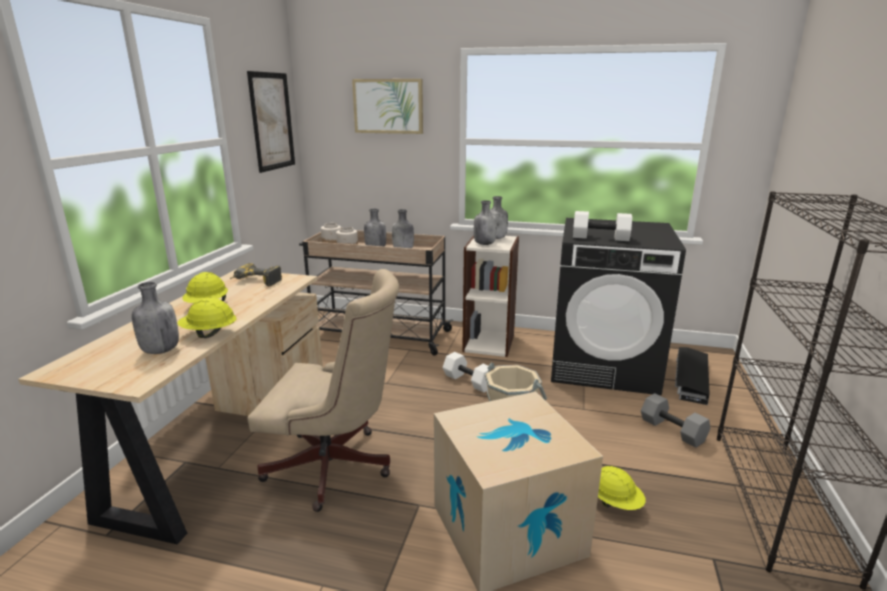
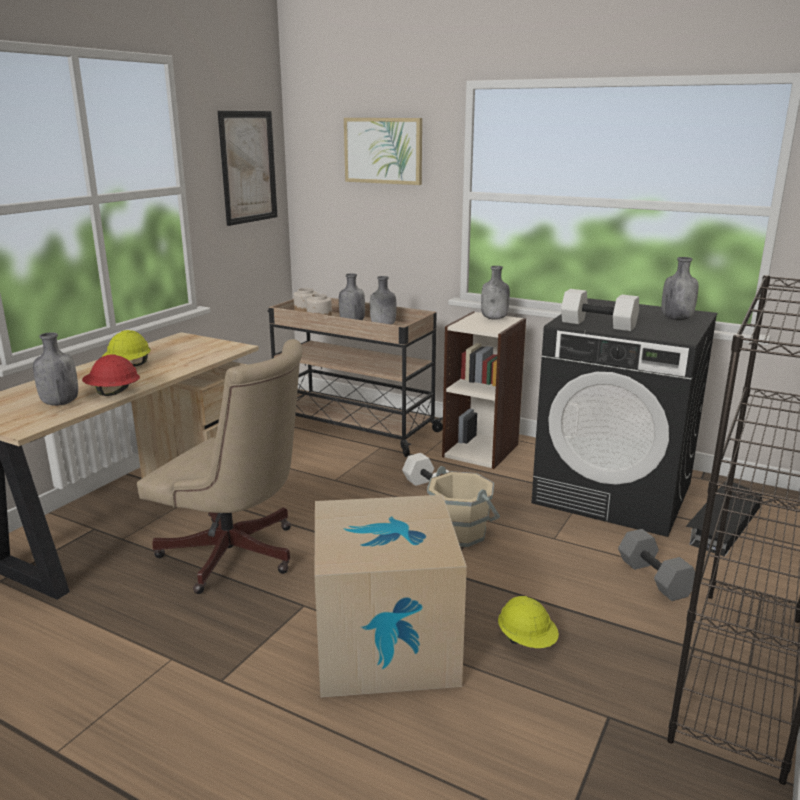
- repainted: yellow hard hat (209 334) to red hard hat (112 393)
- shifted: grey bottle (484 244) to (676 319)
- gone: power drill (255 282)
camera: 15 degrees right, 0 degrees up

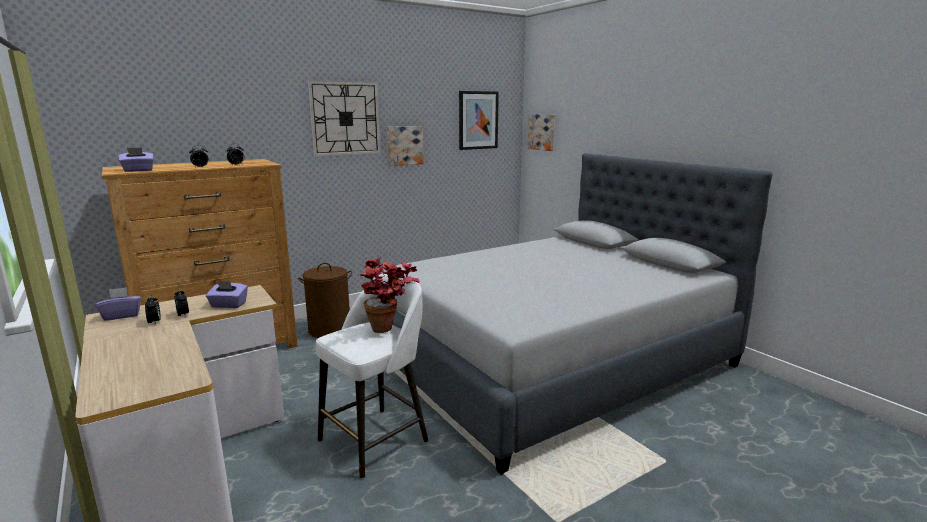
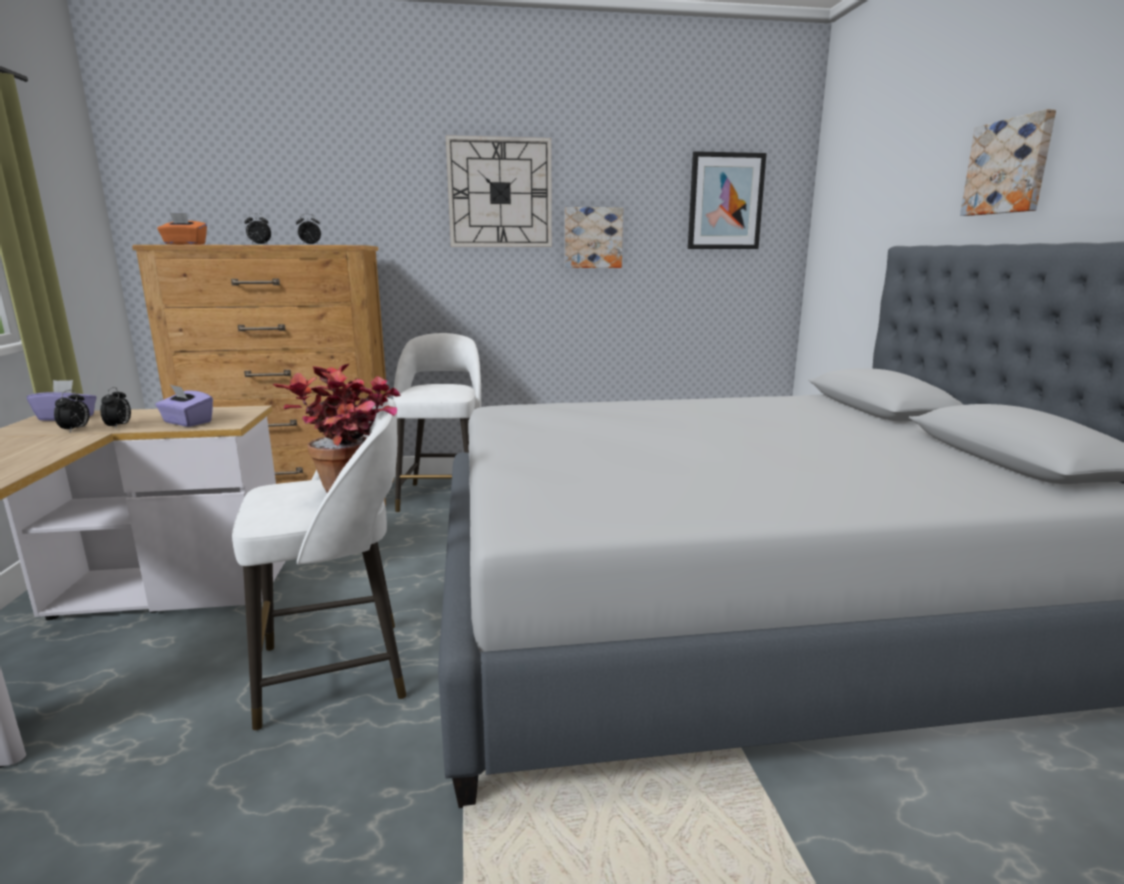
- repainted: purple tissue box (138 170) to orange tissue box (185 244)
- swapped: brown laundry basket (330 330) to white stool (443 496)
- shifted: picture (542 132) to (1009 167)
camera: 25 degrees right, 0 degrees up

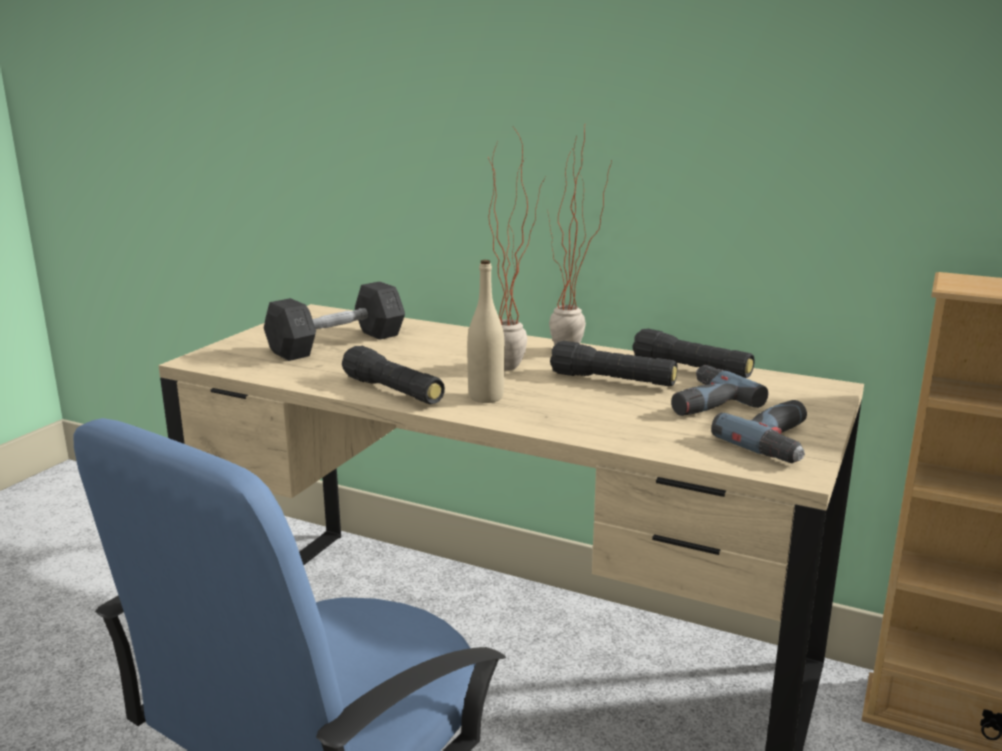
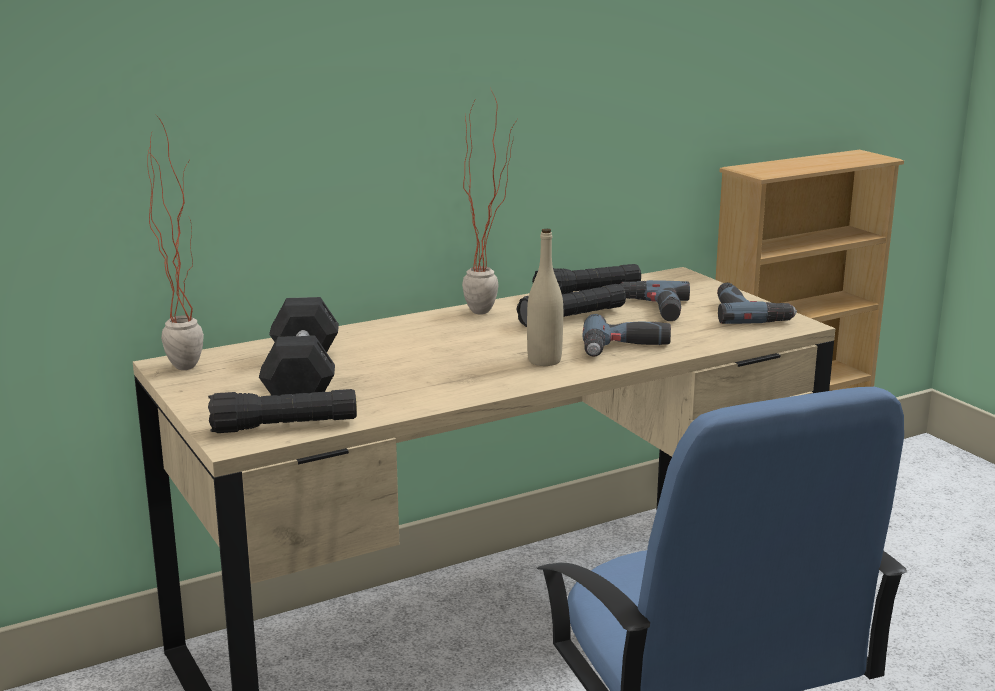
- shifted: potted plant (516 365) to (186 363)
- shifted: black flashlight (393 392) to (284 426)
- new: power drill (625 348)
camera: 55 degrees left, 0 degrees up

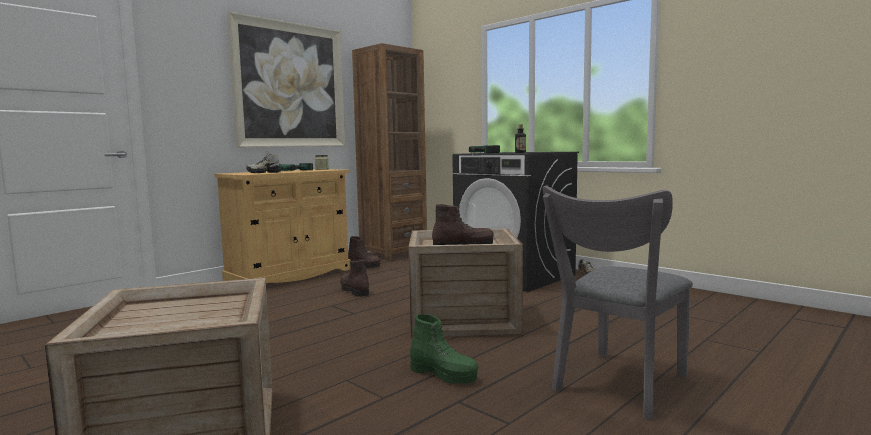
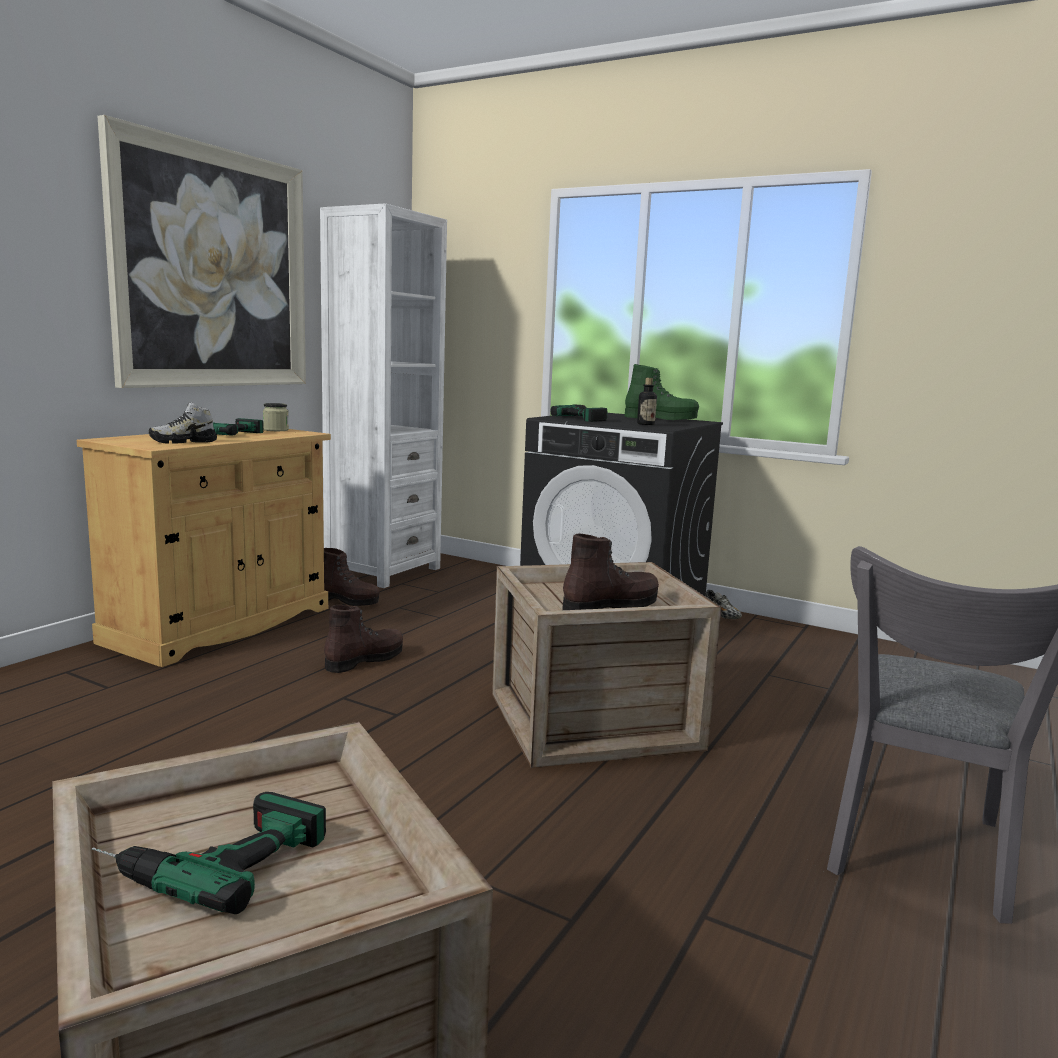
- new: power drill (209 856)
- repainted: brown bookcase (393 253) to white bookcase (383 571)
- rotated: brown boot (354 291) = (364 660) 90 degrees clockwise
- shifted: green boot (444 374) to (661 419)
camera: 15 degrees left, 5 degrees up

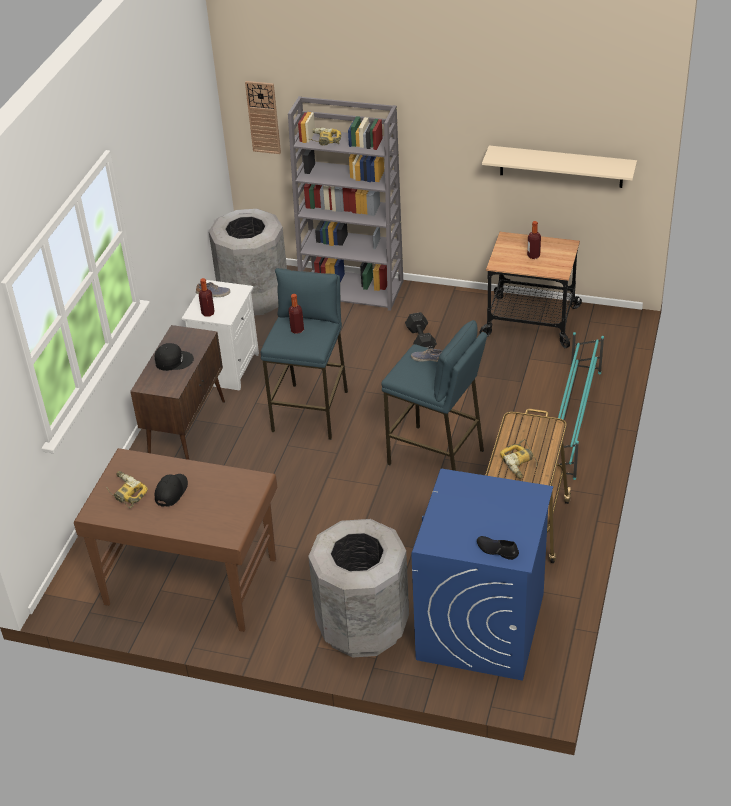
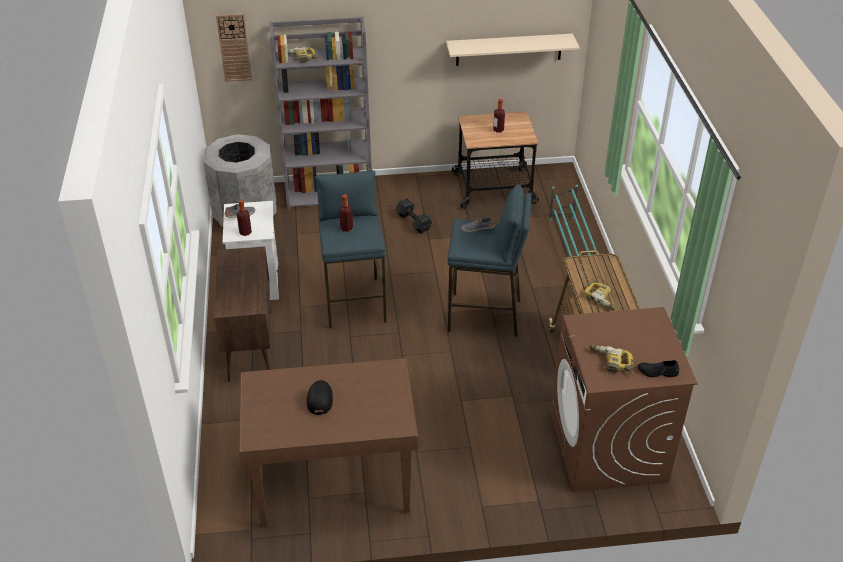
- repainted: blue washing machine (481 627) to brown washing machine (608 448)
- shifted: power drill (125 493) to (610 363)
- gone: black cap (173 360)
- gone: grey trash can (363 627)
camera: 25 degrees left, 0 degrees up

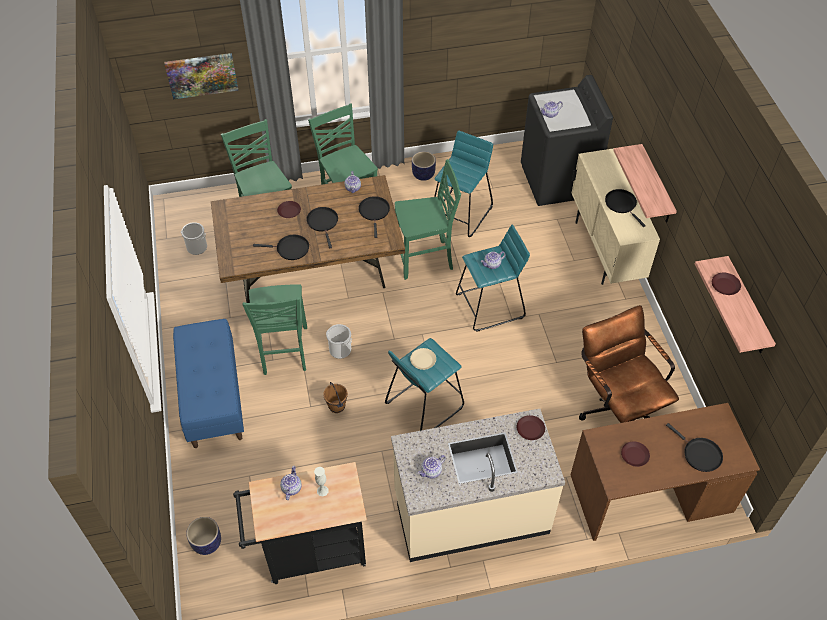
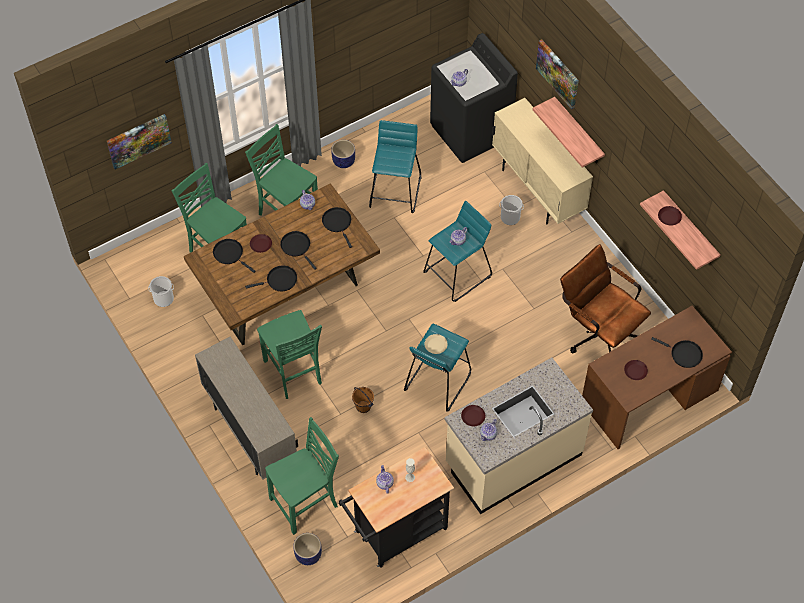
- swapped: blue bench (212 397) to beige cabinet (250 433)
- shifted: black frying pan (622 204) to (230 254)
- shifted: green chair (425 259) to (306 503)
- shifted: brown plate (530 429) to (472 417)
- shifted: bucket (340 350) to (510 217)
- new: picture (558 73)
camera: 20 degrees left, 5 degrees up

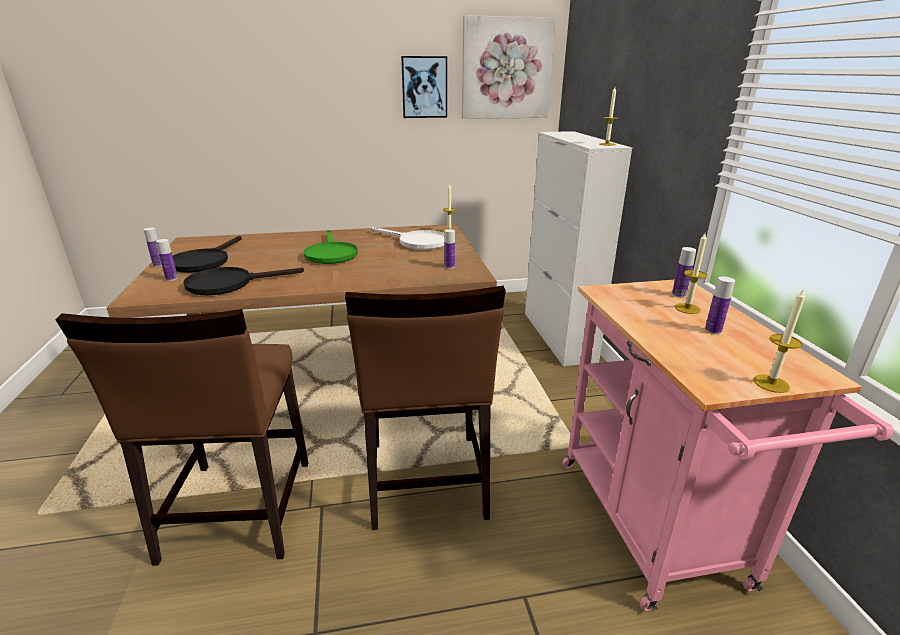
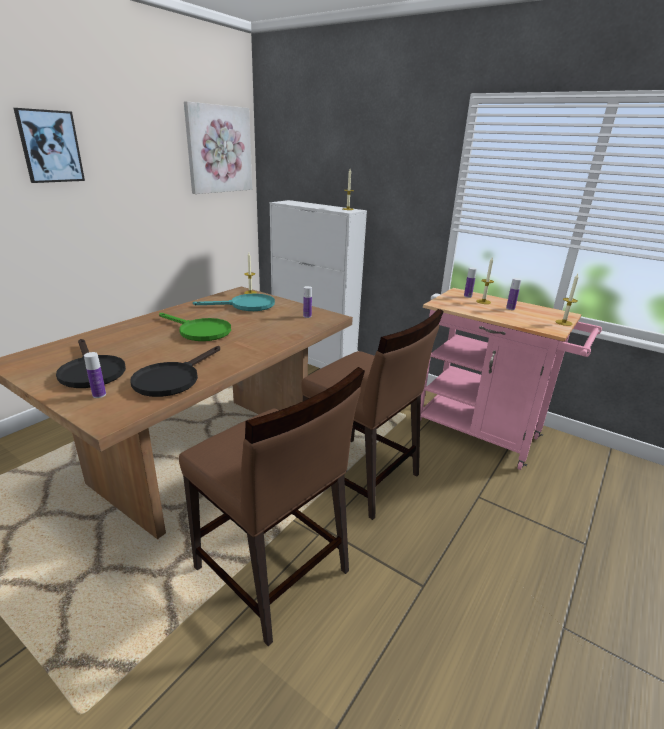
- shifted: picture (424 87) to (50 146)
- repainted: white frying pan (417 242) to turquoise frying pan (246 306)
- gone: bottle (158 265)
camera: 45 degrees left, 0 degrees up

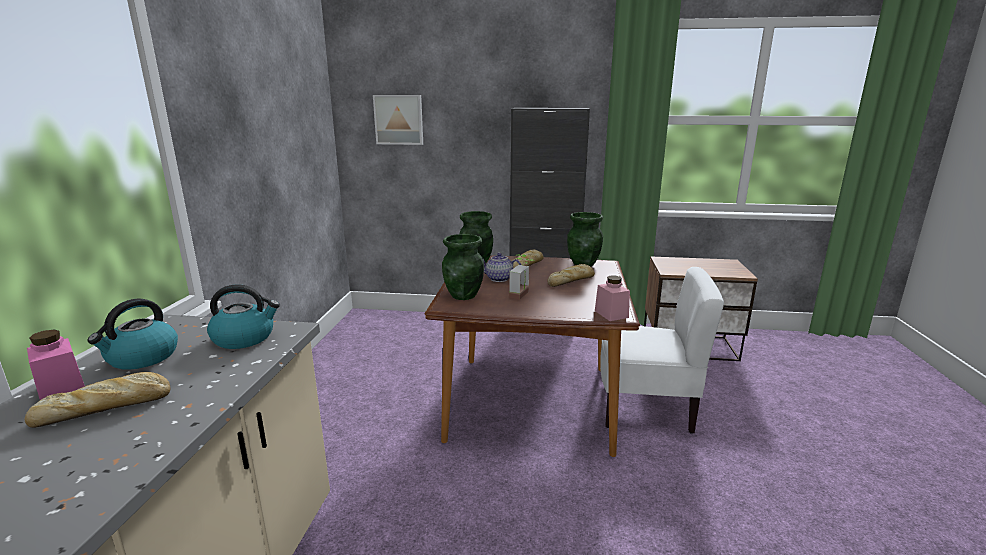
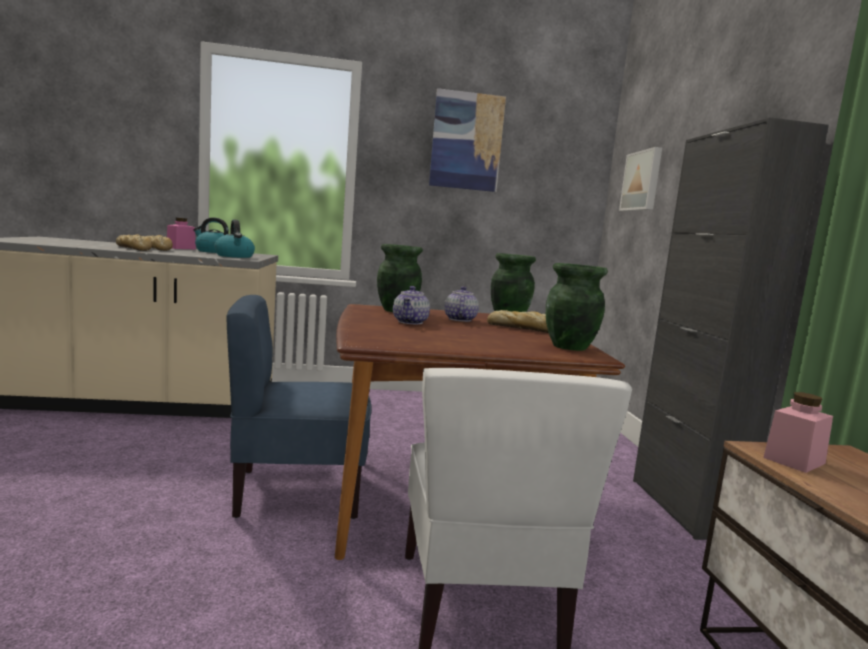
- shifted: bread (572 280) to (134 248)
- new: blue chair (297 492)
- swapped: potted plant (523 295) to teapot (410 322)
- new: picture (466 141)
- shifted: pink jar (611 314) to (794 460)
camera: 75 degrees right, 10 degrees down

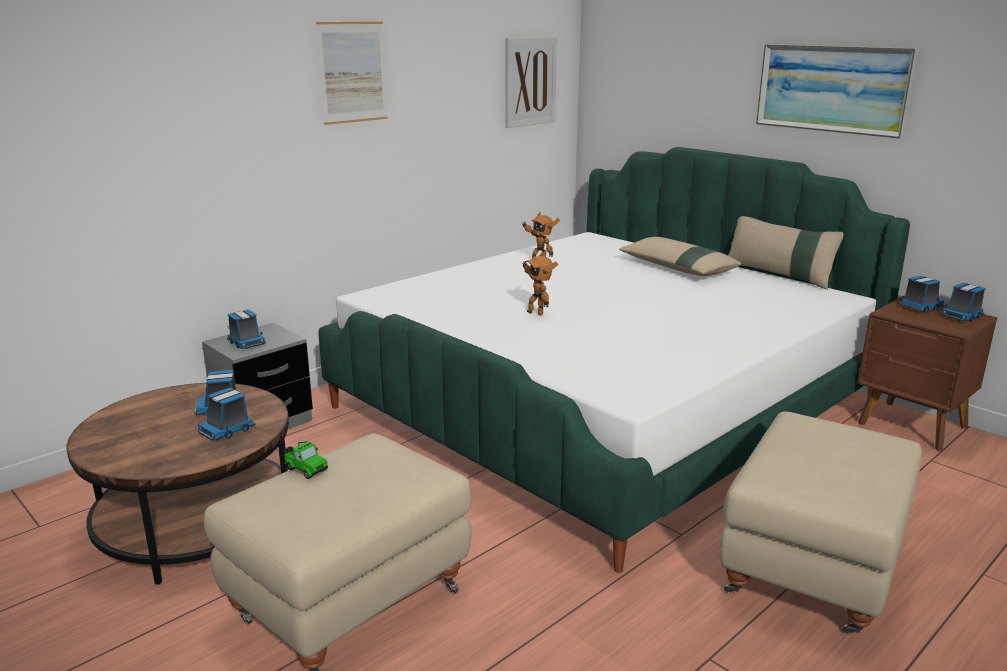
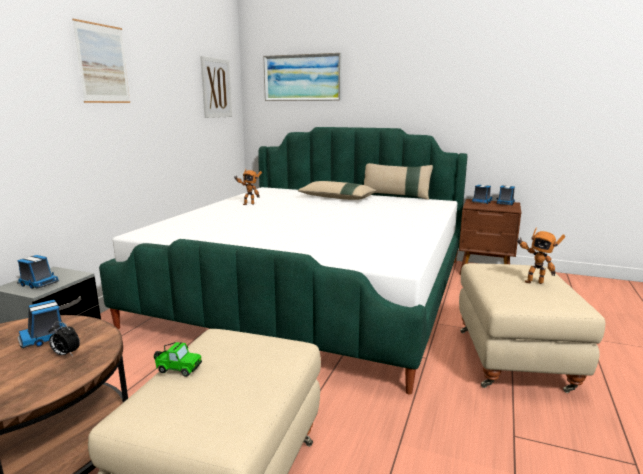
- swapped: toy truck (228 430) to alarm clock (65 354)
- shifted: picture (832 88) to (302 77)
- shifted: toy robot (536 312) to (533 282)
camera: 25 degrees left, 5 degrees down

